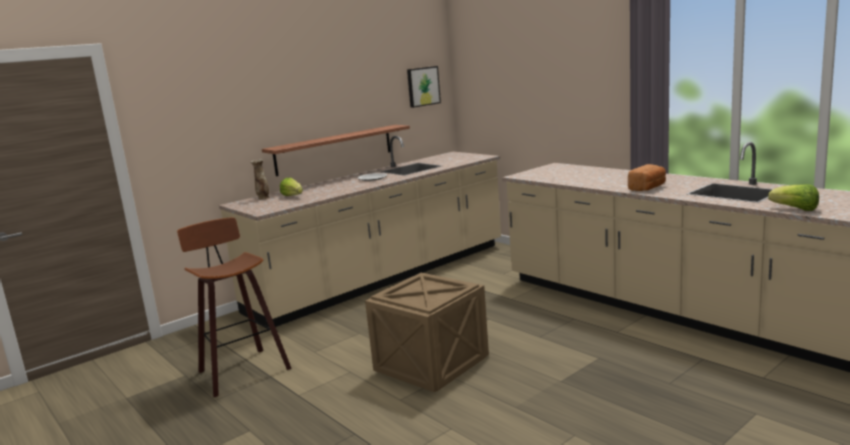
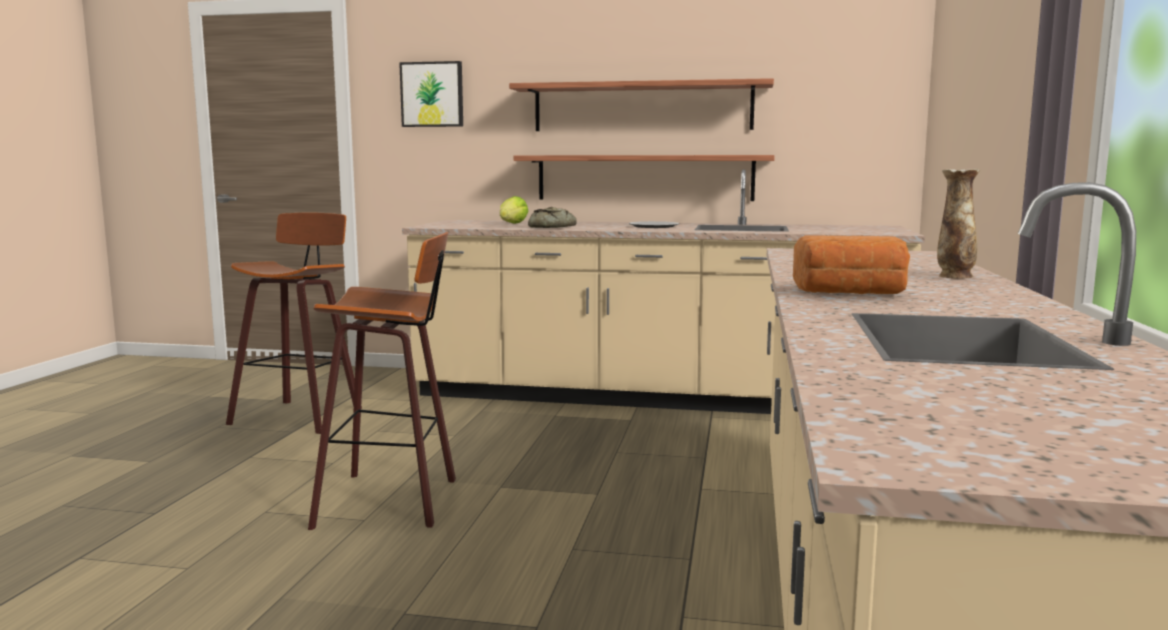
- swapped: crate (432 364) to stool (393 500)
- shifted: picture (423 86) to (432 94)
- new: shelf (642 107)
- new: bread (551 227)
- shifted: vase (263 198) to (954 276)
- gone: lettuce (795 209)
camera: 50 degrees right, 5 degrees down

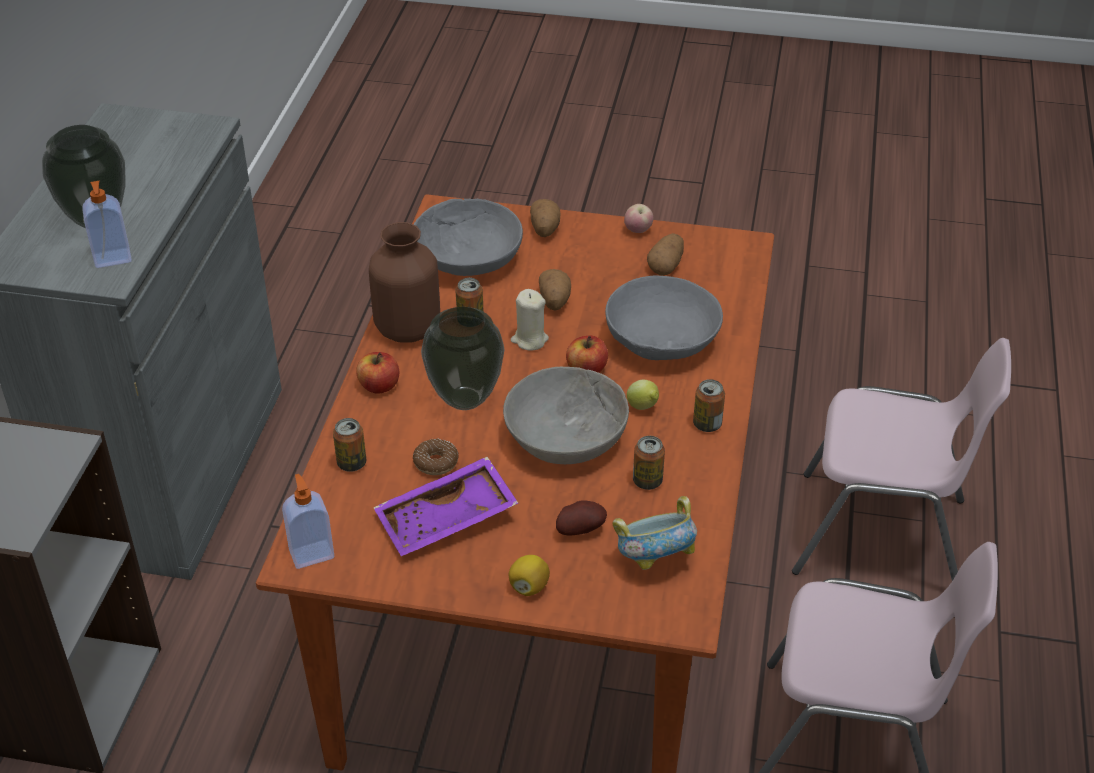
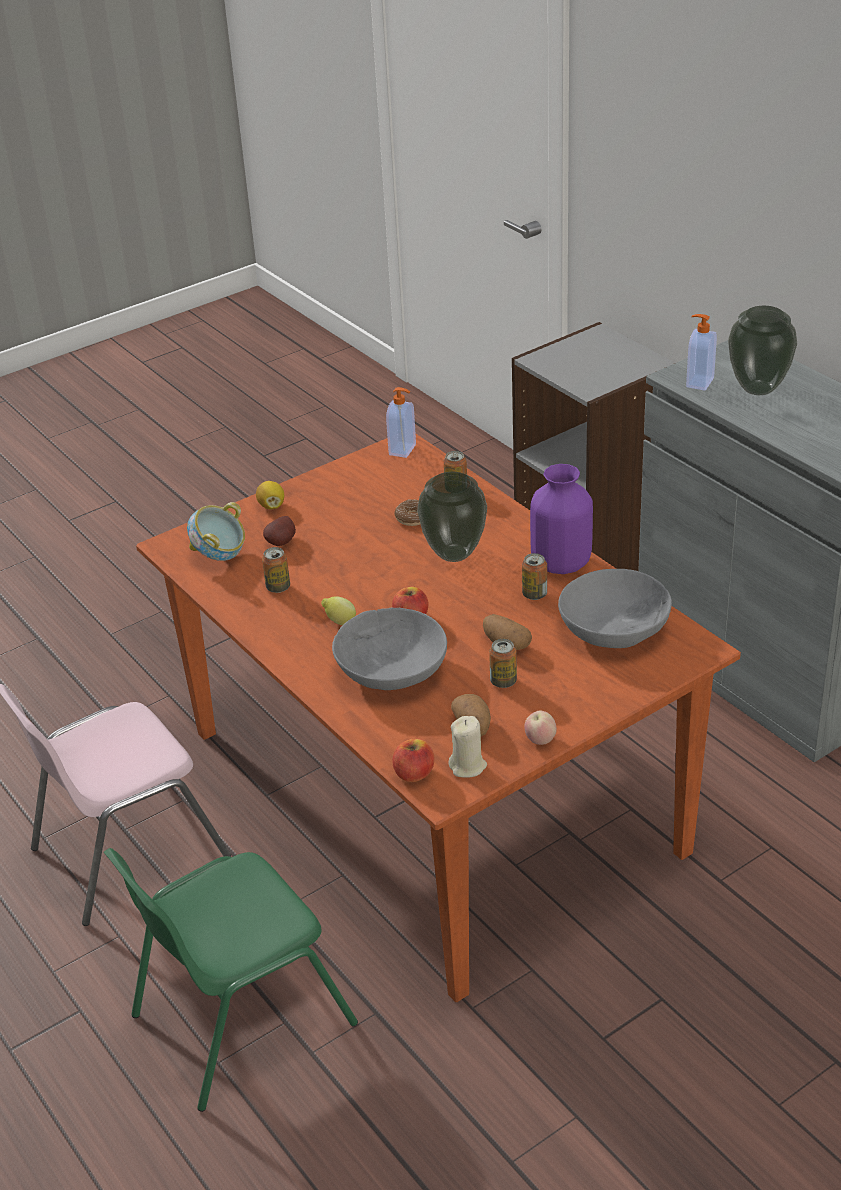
- repainted: pink chair (883 536) to green chair (239 1019)
- shifted: apple (379 386) to (414 773)
- shifted: beige candle (529 340) to (468 766)
- shifted: can (707 424) to (503 681)
- repainted: brown vase (406 329) to purple vase (562 563)
- gone: purple tray (447 520)
- gone: grey bowl (565 437)
- gone: potato (545 229)
camera: 135 degrees right, 5 degrees down

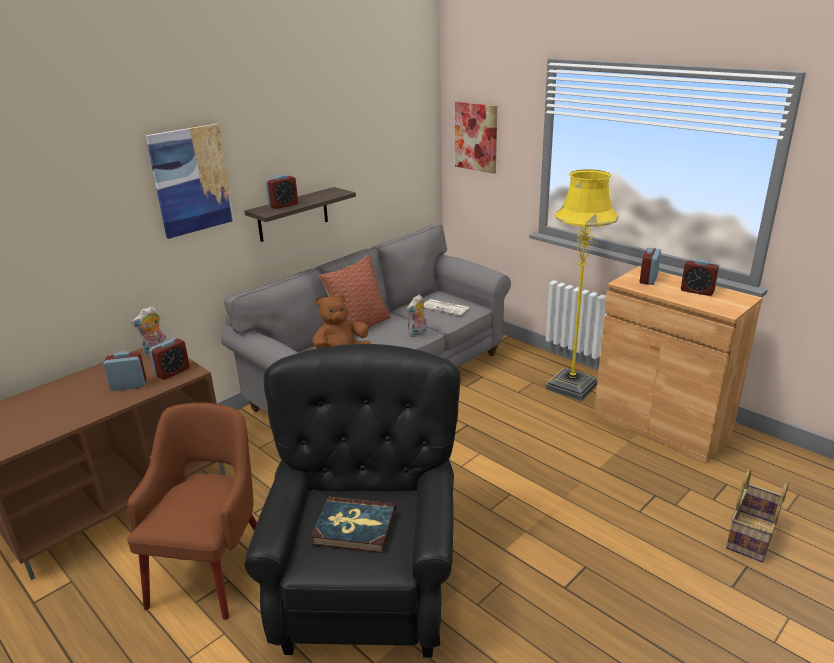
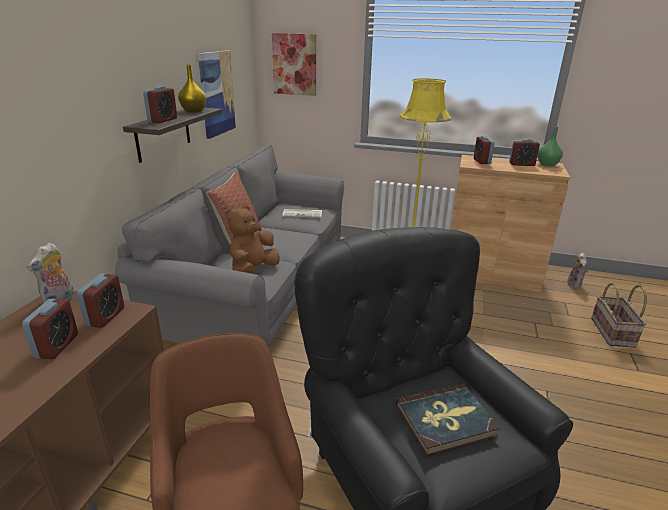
- rotated: alarm clock (128 385) = (57 346) 135 degrees clockwise
- new: yellow vase (193 111)
- shifted: picture (191 180) to (217 93)
- new: green vase (547 164)
- shifted: plush toy (418 334) to (575 285)
camera: 30 degrees left, 0 degrees up

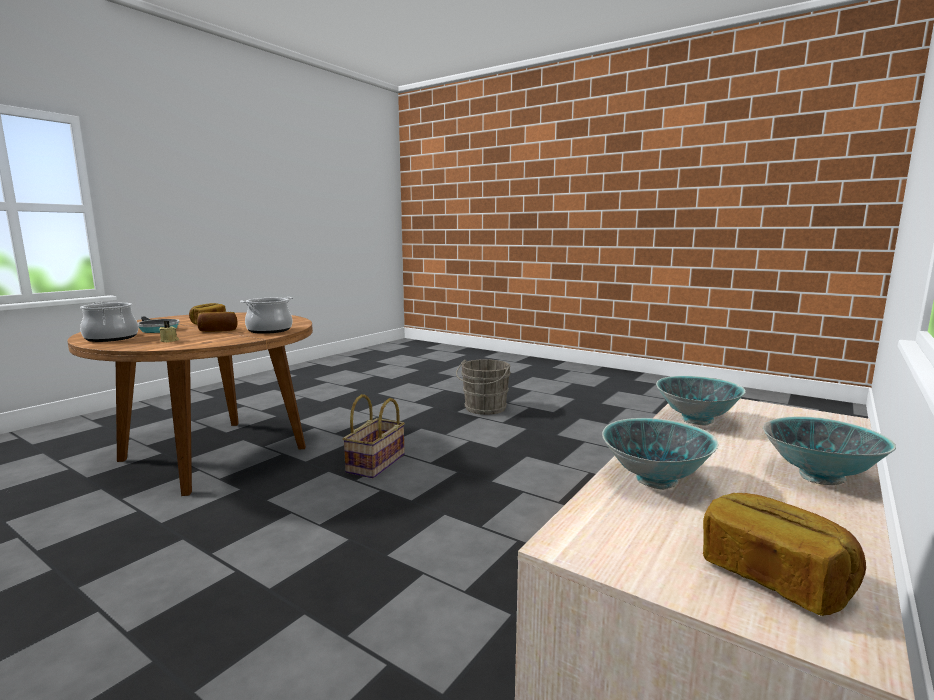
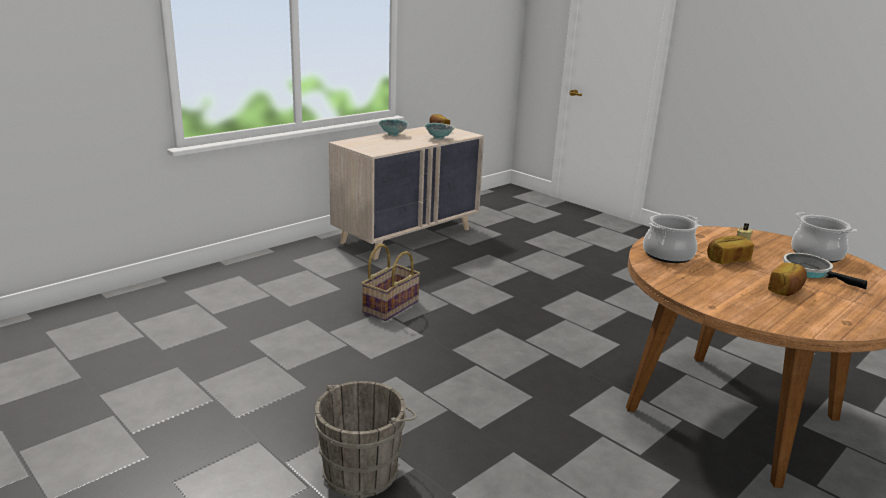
- shifted: basket (376 464) to (390 306)
- gone: bowl (696 420)
camera: 170 degrees left, 10 degrees up

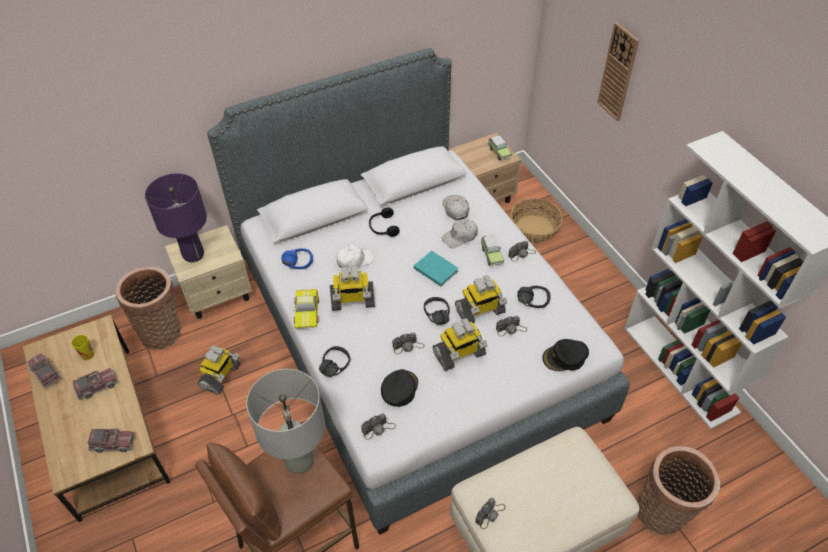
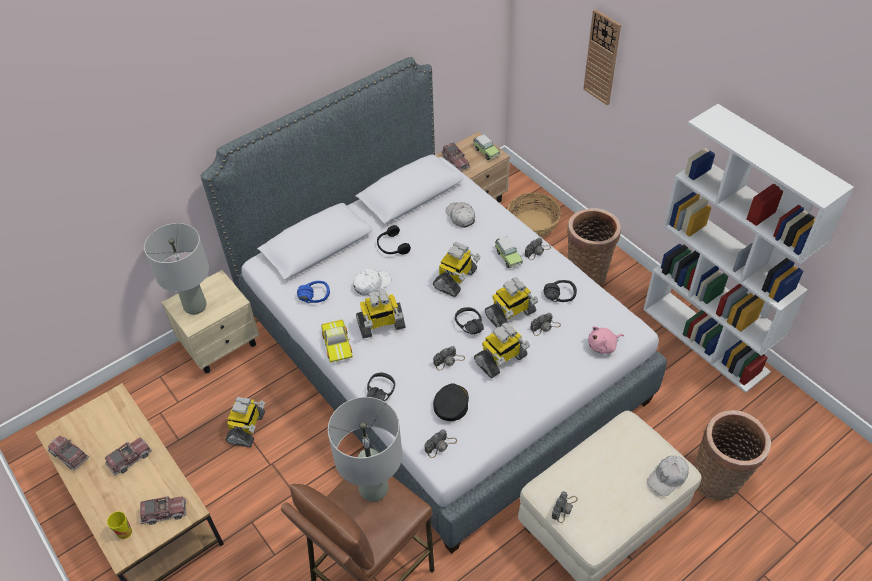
- shifted: cup (87 355) to (124 532)
- repainted: purple table lamp (193 254) to grey table lamp (195 306)
- swapped: turquoise book (435 268) to toy robot (456 279)
- new: toy truck (455 162)
- shifted: basket (162 331) to (587 274)
- swapped: black cap (565 358) to pink plush toy (603 346)
- shifted: white cap (460 237) to (668 478)
camera: 10 degrees left, 0 degrees up

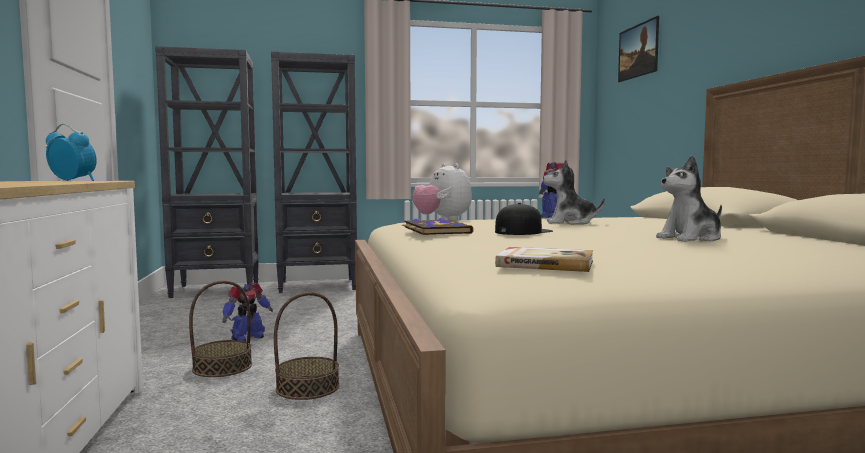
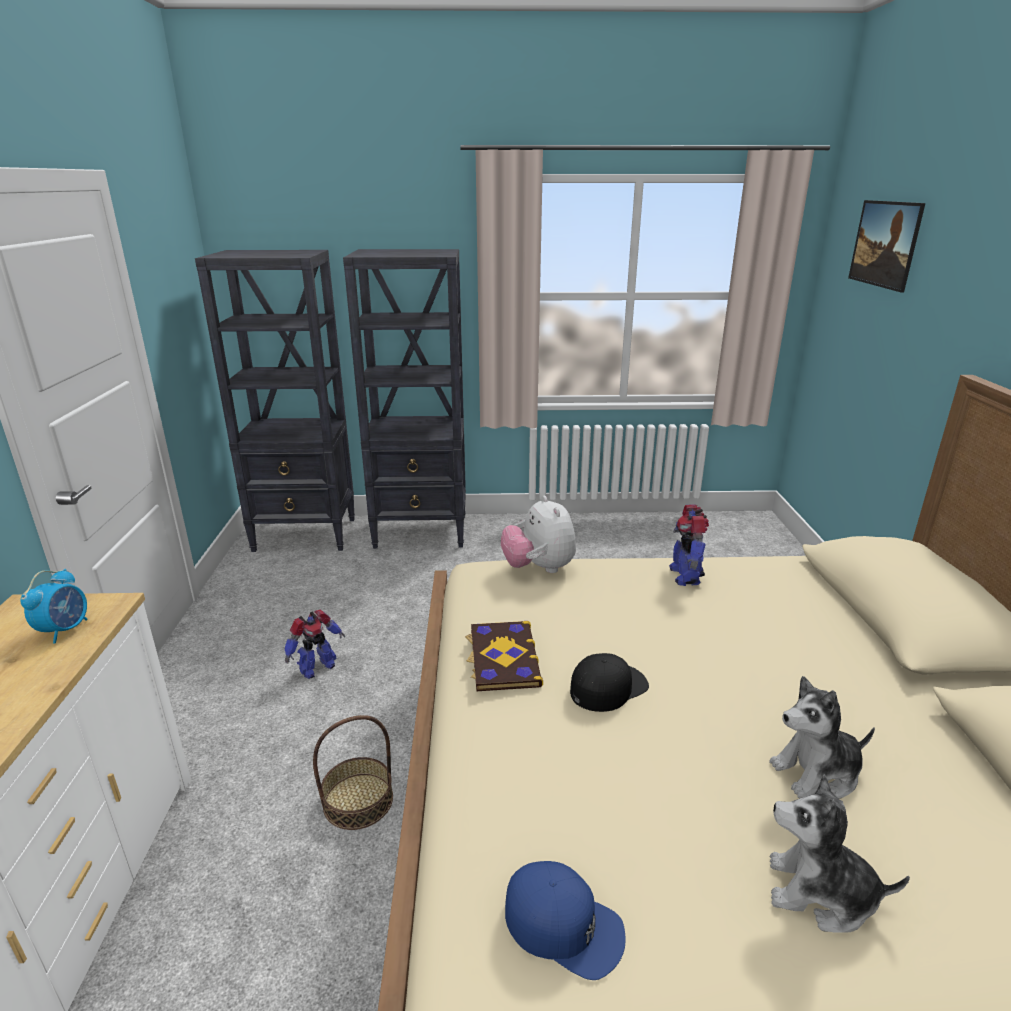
- rotated: alarm clock (73 181) = (65 629) 75 degrees clockwise
- swapped: book (545 263) to blue cap (563 924)
- shifted: plush toy (570 223) to (820 894)
- gone: basket (222 367)
camera: 10 degrees right, 20 degrees up

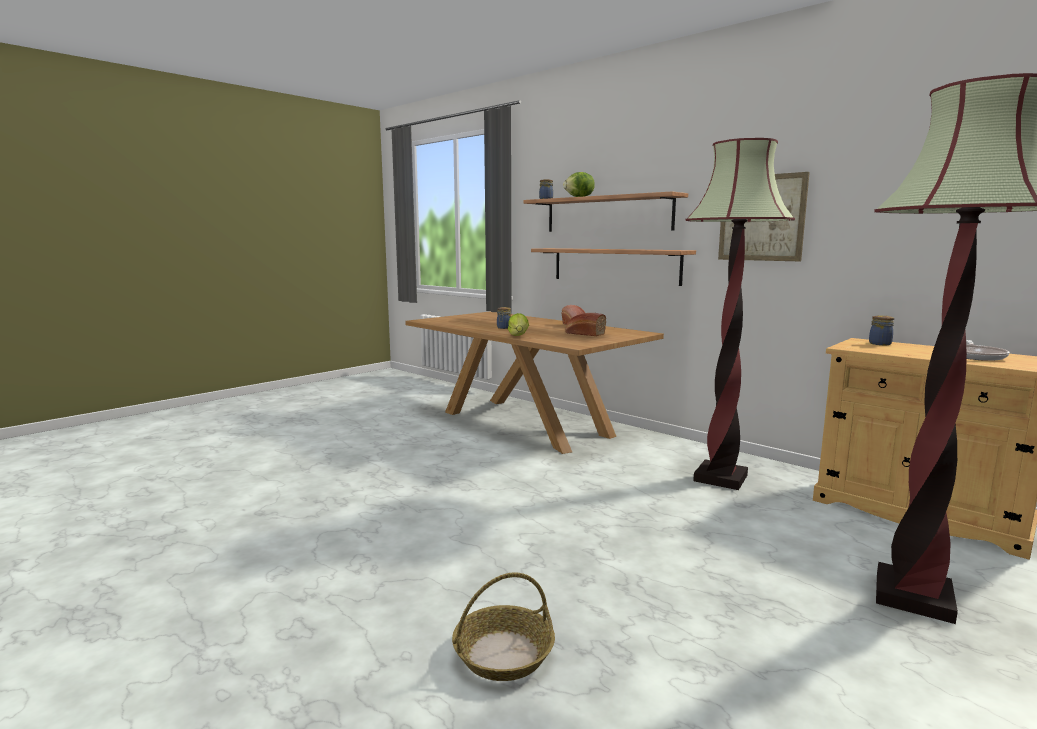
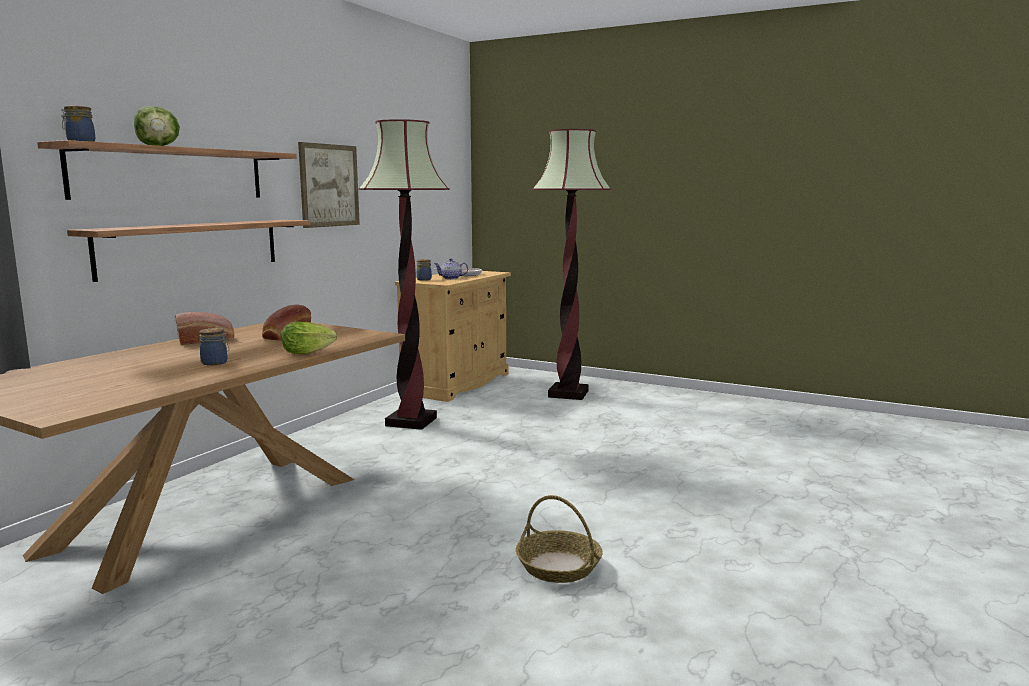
- new: teapot (451 278)
- shifted: basket (503 654) to (559 566)
camera: 105 degrees left, 0 degrees up

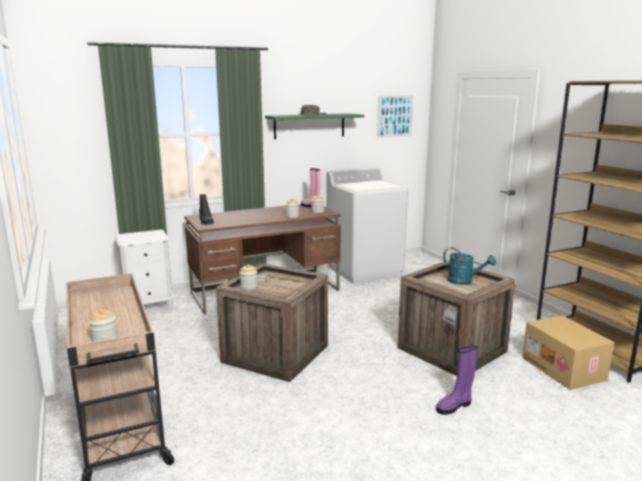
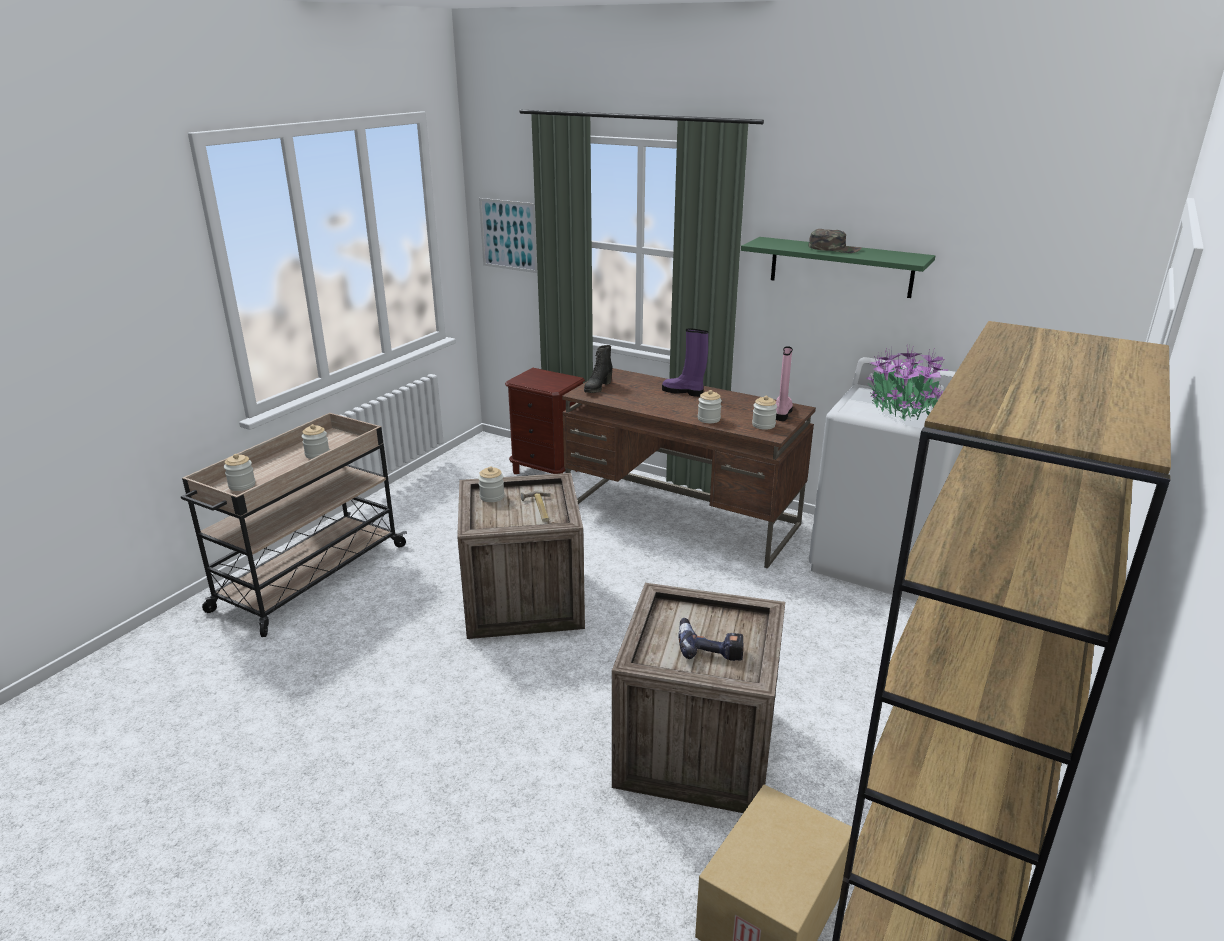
- new: jar (317 454)
- shifted: picture (395 116) to (508 235)
- repainted: white nightstand (148 306) to brown nightstand (547 471)
- shifted: purple boot (454 406) to (684 392)
- swapped: turquoise watering can (464 281) to power drill (709 647)
- new: potted plant (903 409)
camera: 55 degrees right, 10 degrees up

